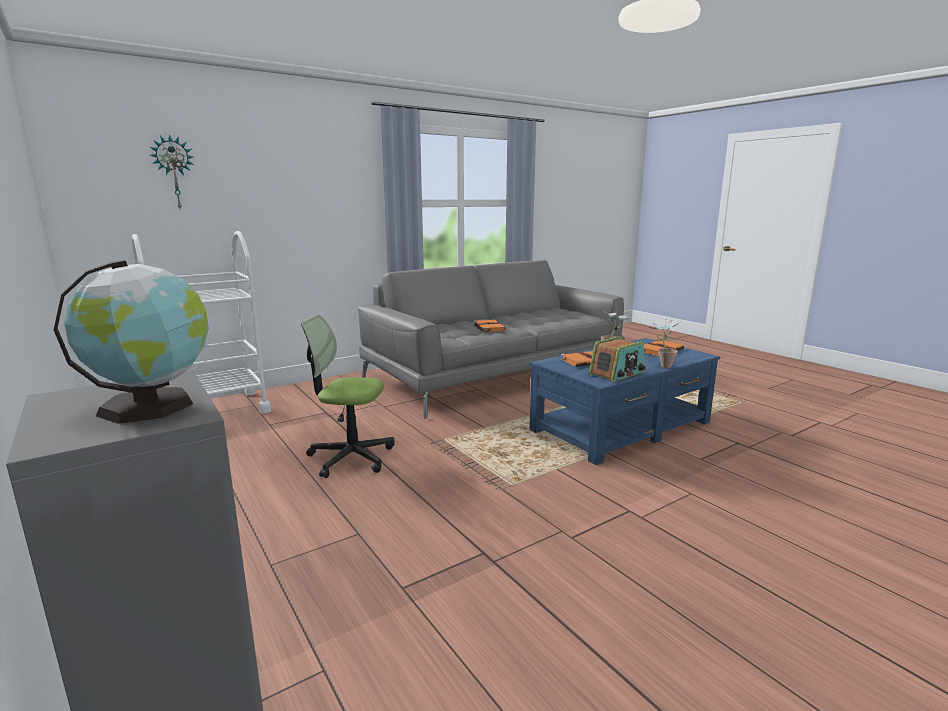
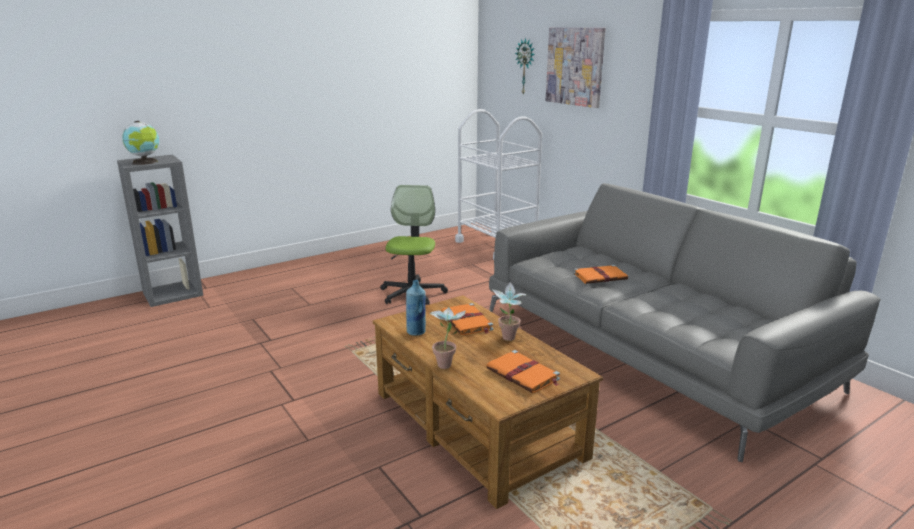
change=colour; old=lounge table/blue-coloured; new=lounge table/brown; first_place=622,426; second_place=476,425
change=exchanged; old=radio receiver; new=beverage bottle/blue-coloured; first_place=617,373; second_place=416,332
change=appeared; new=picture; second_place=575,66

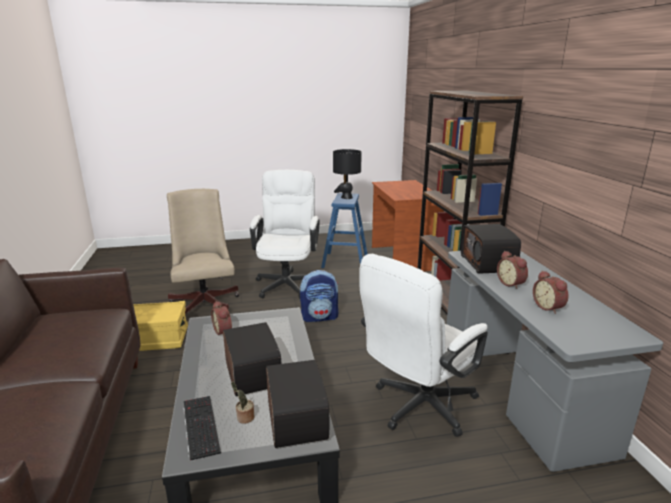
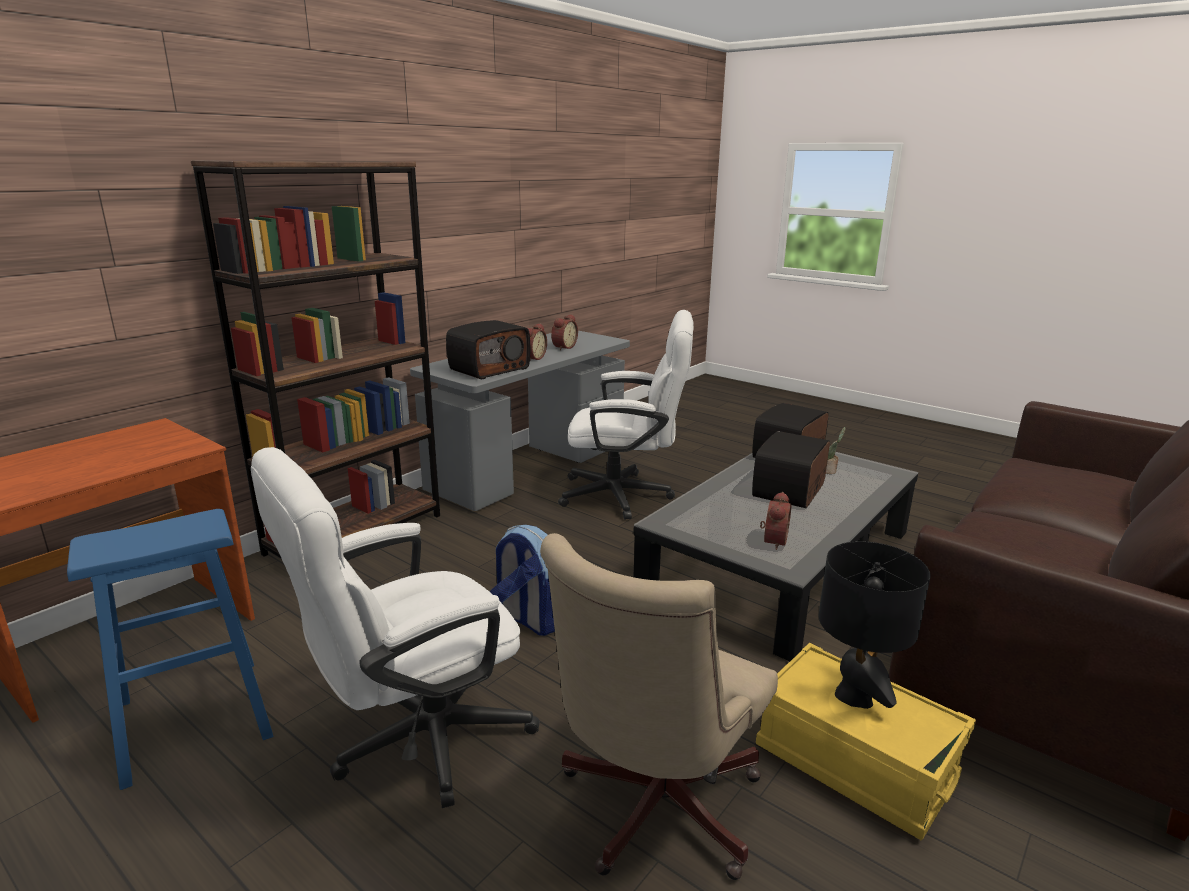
change=missing; old=PC keyboard; first_place=199,426
change=relocated; old=lamp for a table/blackish; first_place=346,197; second_place=854,696

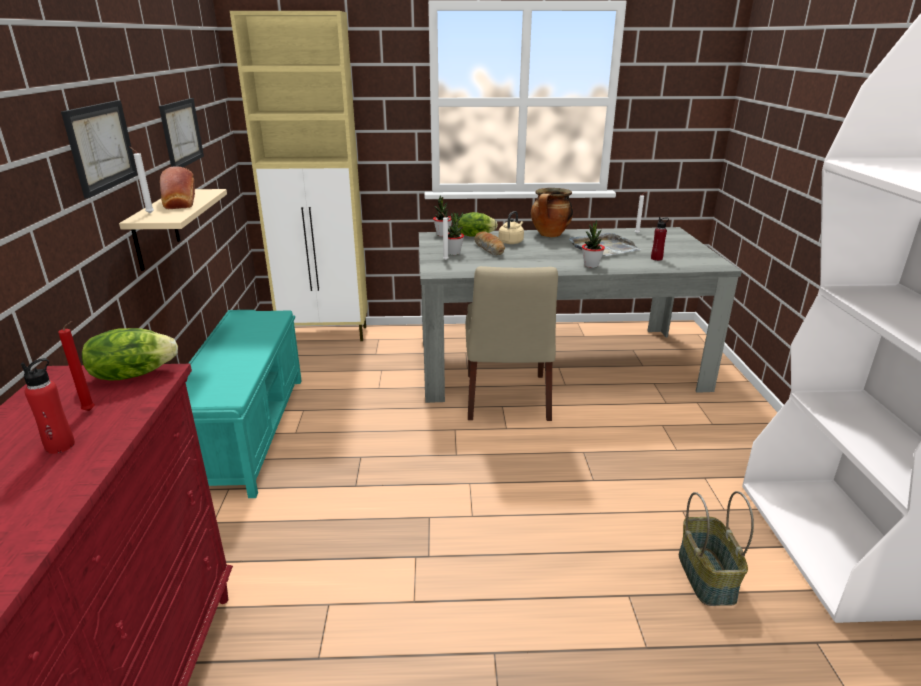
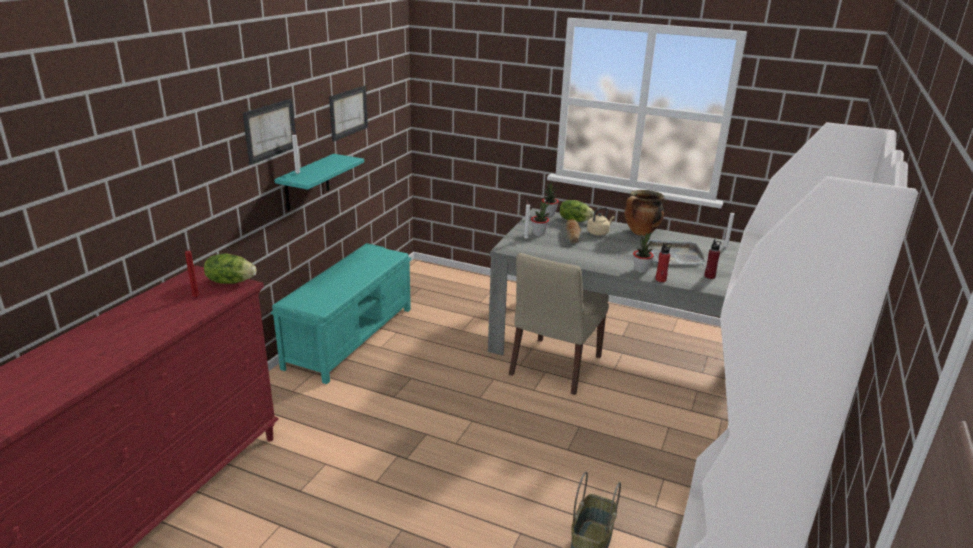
change=relocated; old=beverage bottle/red; first_place=60,446; second_place=660,279
change=colour; old=bracket shelf/beige-coloured; new=bracket shelf/blue-green; first_place=155,230; second_place=307,182
change=missing; old=bread; first_place=180,203
change=missing; old=cupboard/beige-coloured; first_place=326,334

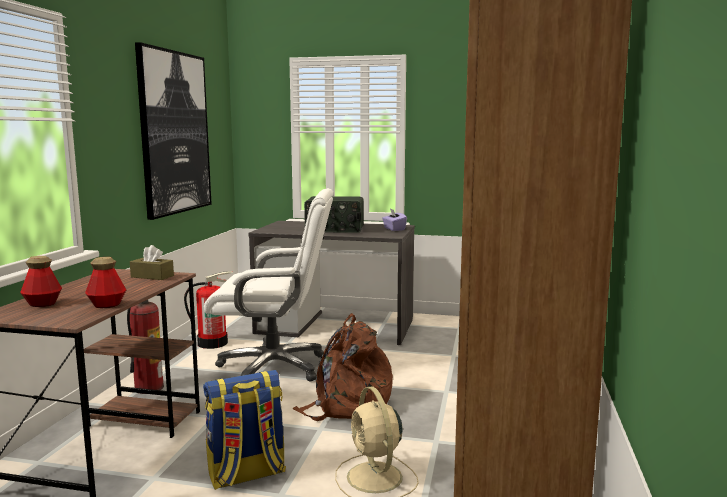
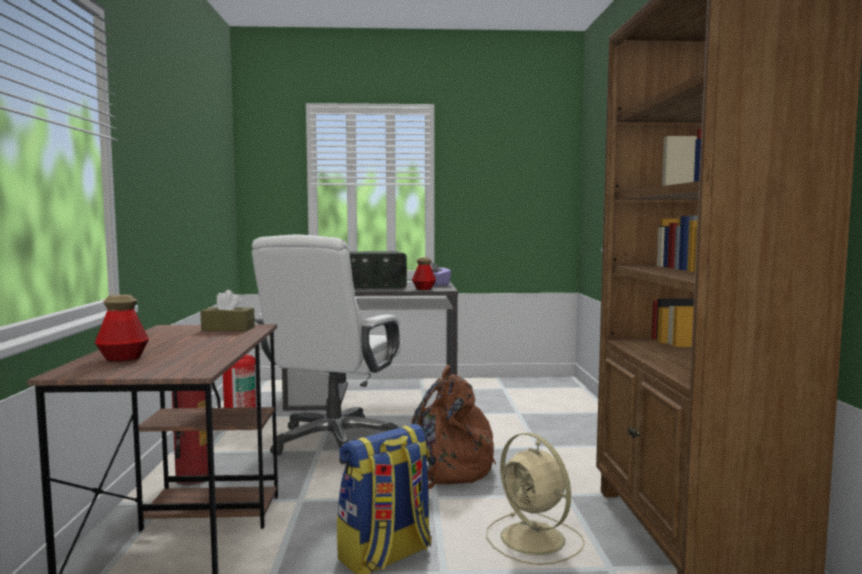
change=relocated; old=beverage bottle; first_place=107,305; second_place=424,289
change=missing; old=picture; first_place=175,133
change=spun; old=desk chair/white-coloured; first_place=274,367; second_place=334,441; degrees=120

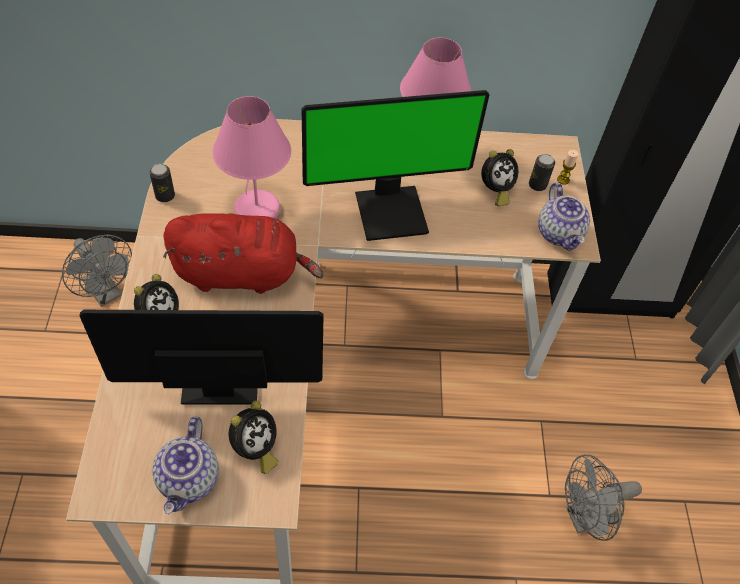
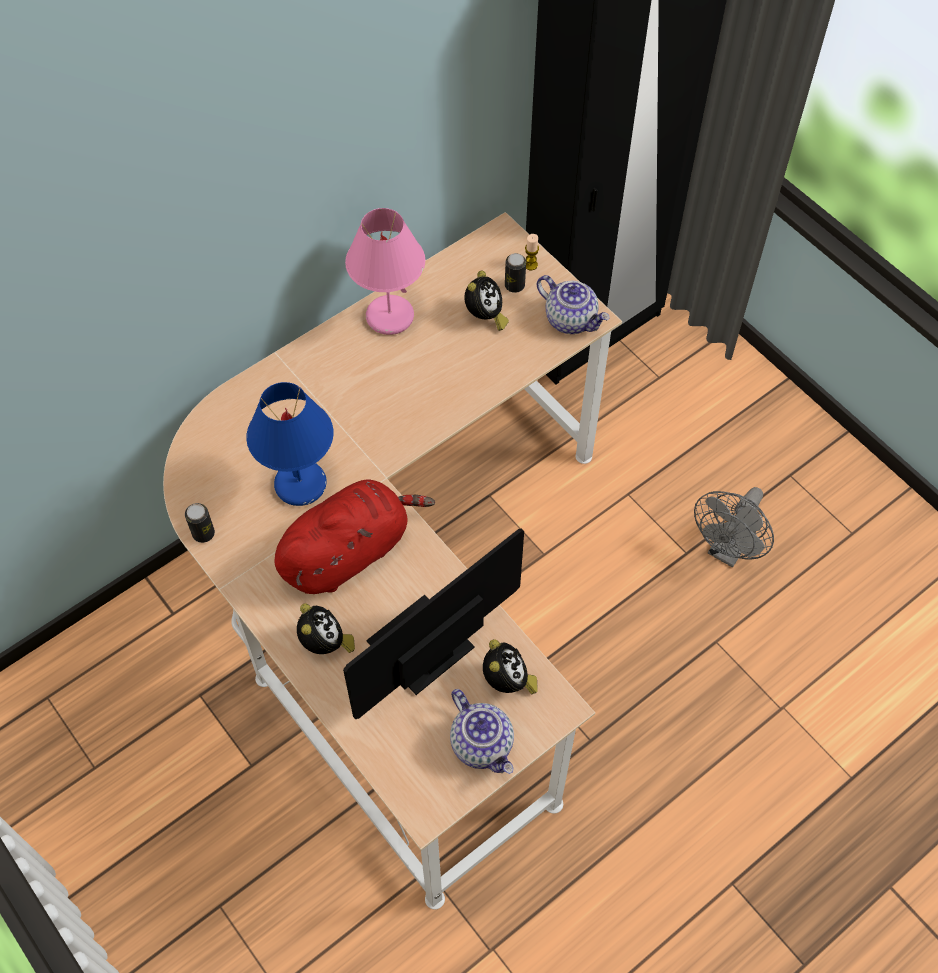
change=missing; old=cooling fan/gray; first_place=106,293
change=colour; old=lamp for a table/pinkish; new=lamp for a table/blue-coloured; first_place=257,210; second_place=301,485
change=missing; old=computer display; first_place=391,211

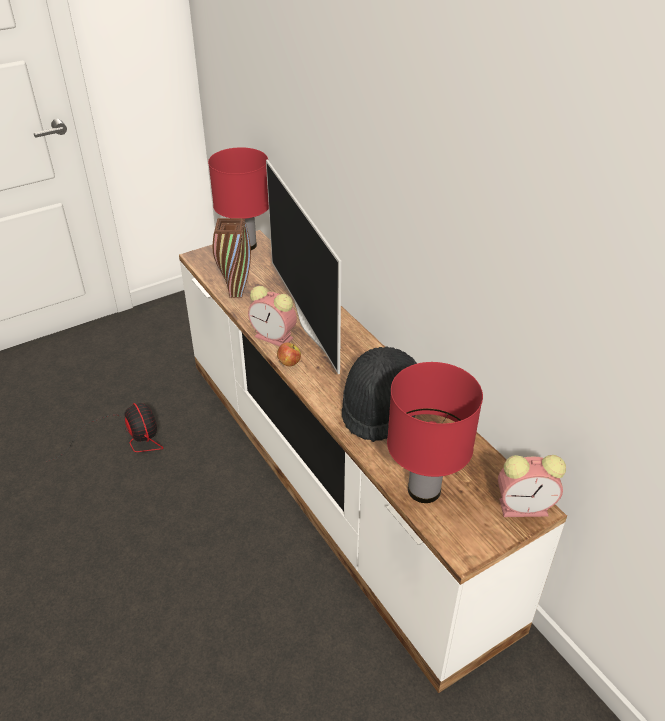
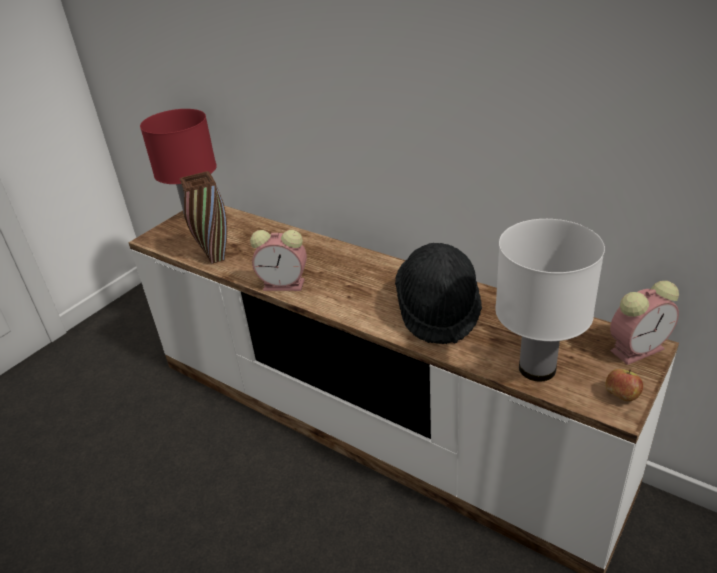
change=missing; old=cooling fan; first_place=125,439
change=missing; old=television; first_place=311,325
change=relocated; old=whole apple; first_place=289,363; second_place=621,396
change=colour; old=lamp for a table/red; new=lamp for a table/white-coloured; first_place=423,491; second_place=537,369

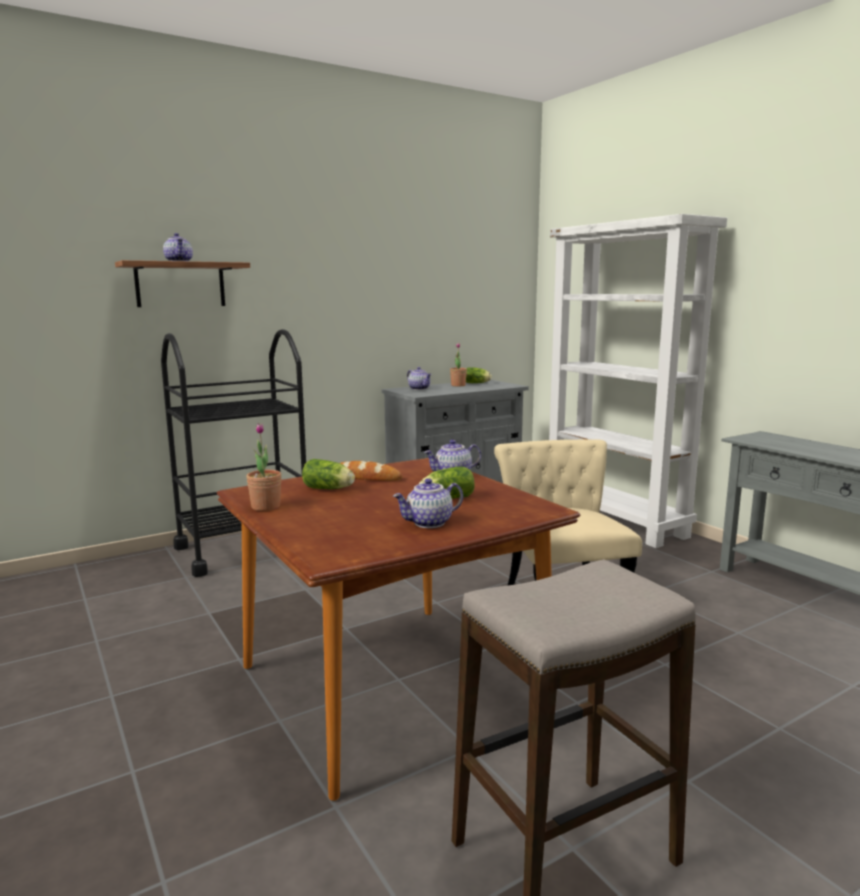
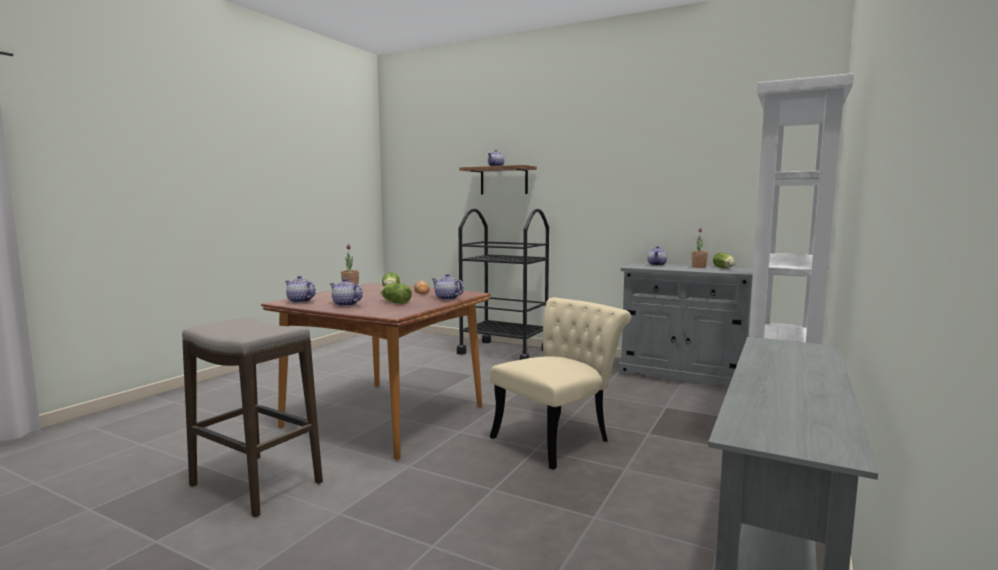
change=appeared; new=pot for tea; second_place=299,301

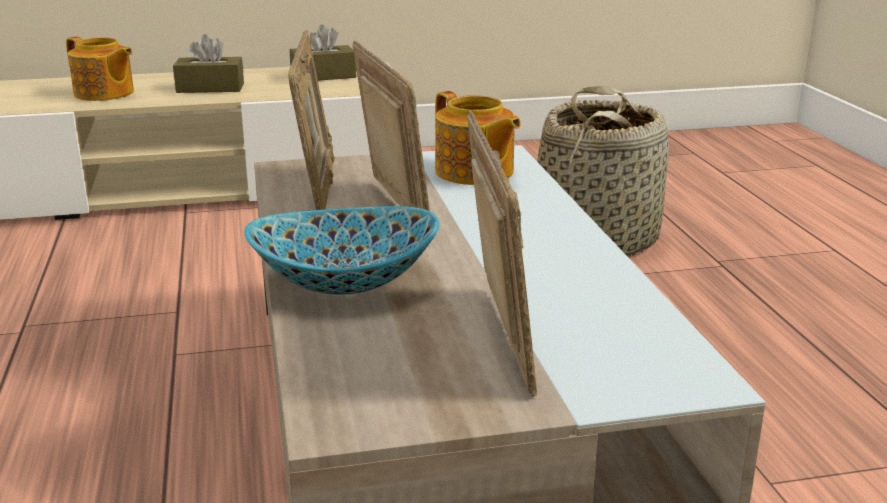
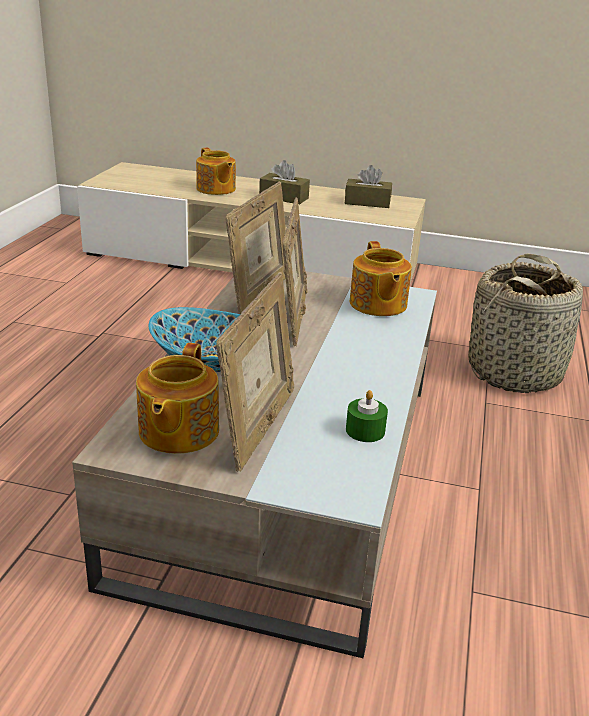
change=appeared; new=pot for tea; second_place=177,432
change=appeared; new=wax candle/green-coloured; second_place=365,430

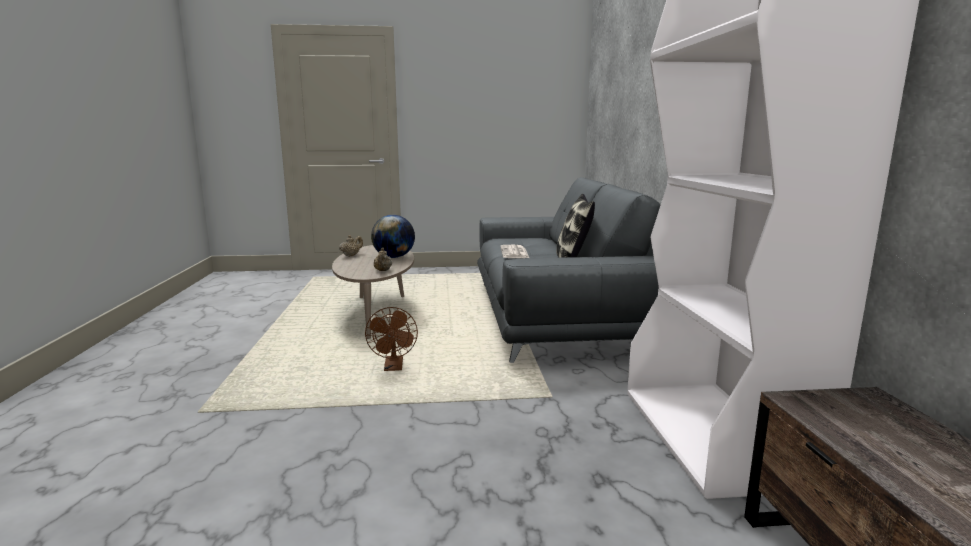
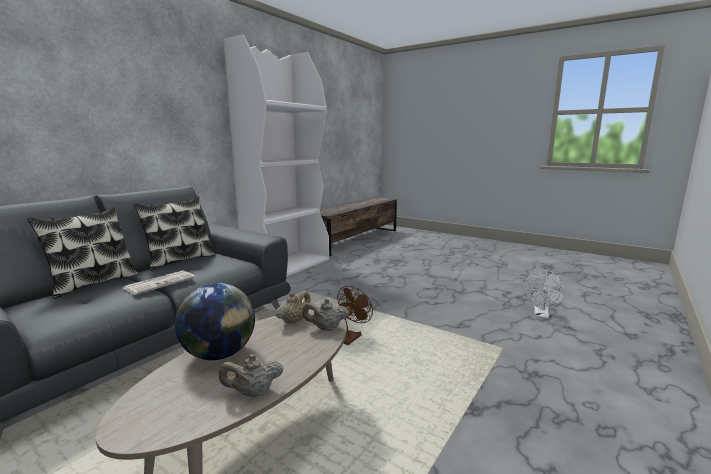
change=appeared; new=pillow; second_place=93,283
change=appeared; new=pot for tea/beige-coloured; second_place=326,328
change=appeared; new=cooling fan/white-coloured; second_place=541,315

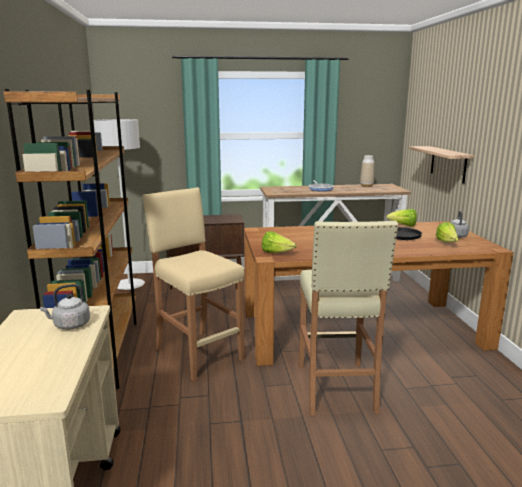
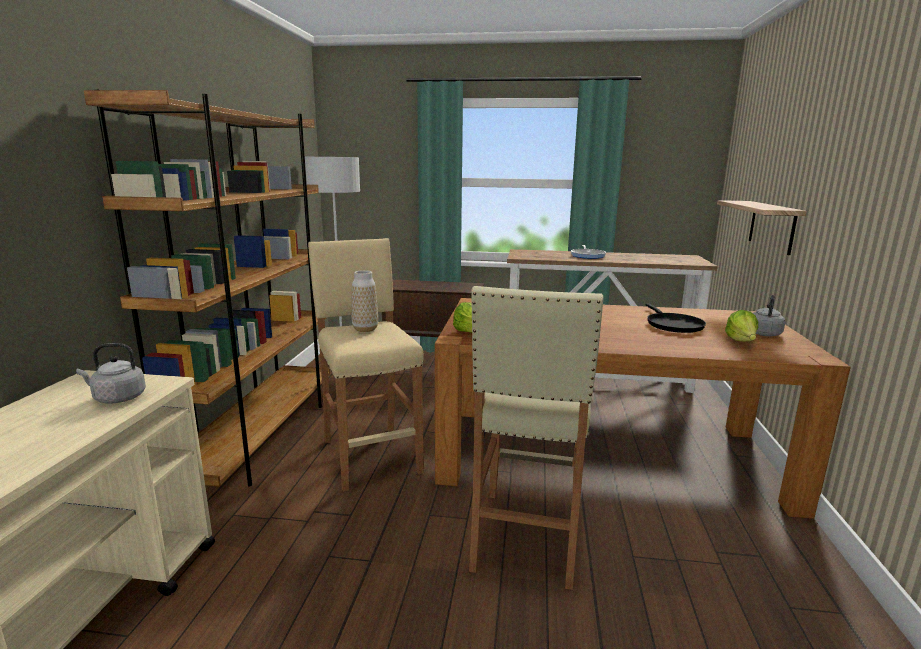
change=relocated; old=vase; first_place=366,186; second_place=365,329
change=missing; old=head of lettuce; first_place=403,226

